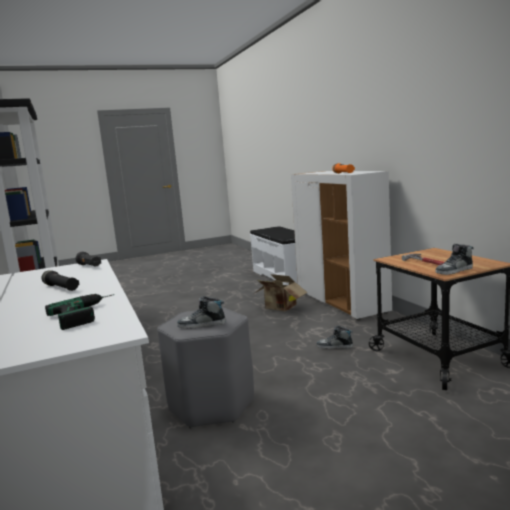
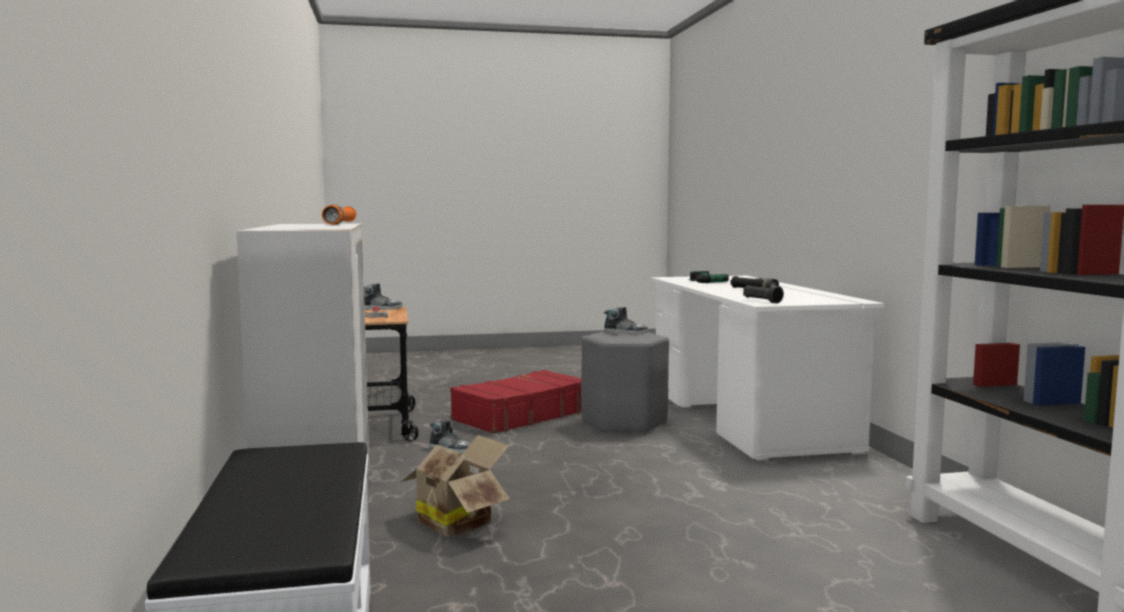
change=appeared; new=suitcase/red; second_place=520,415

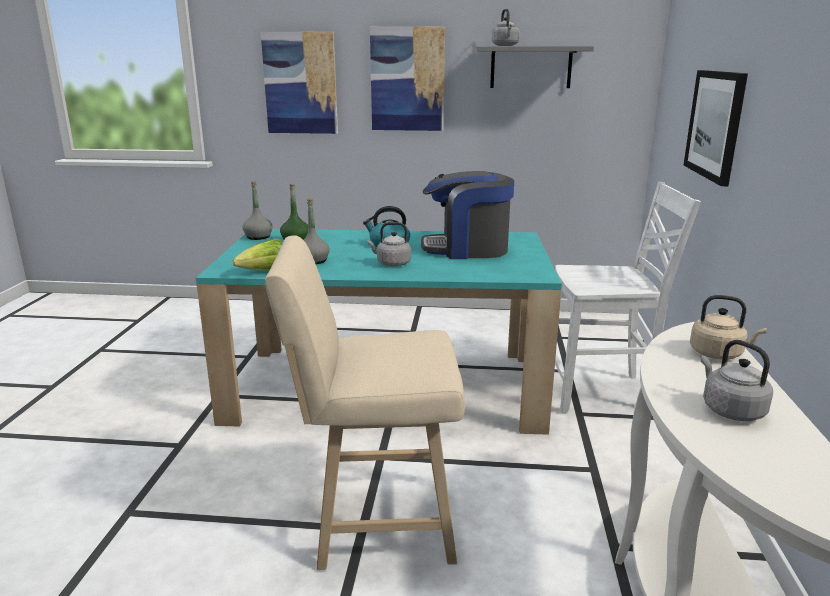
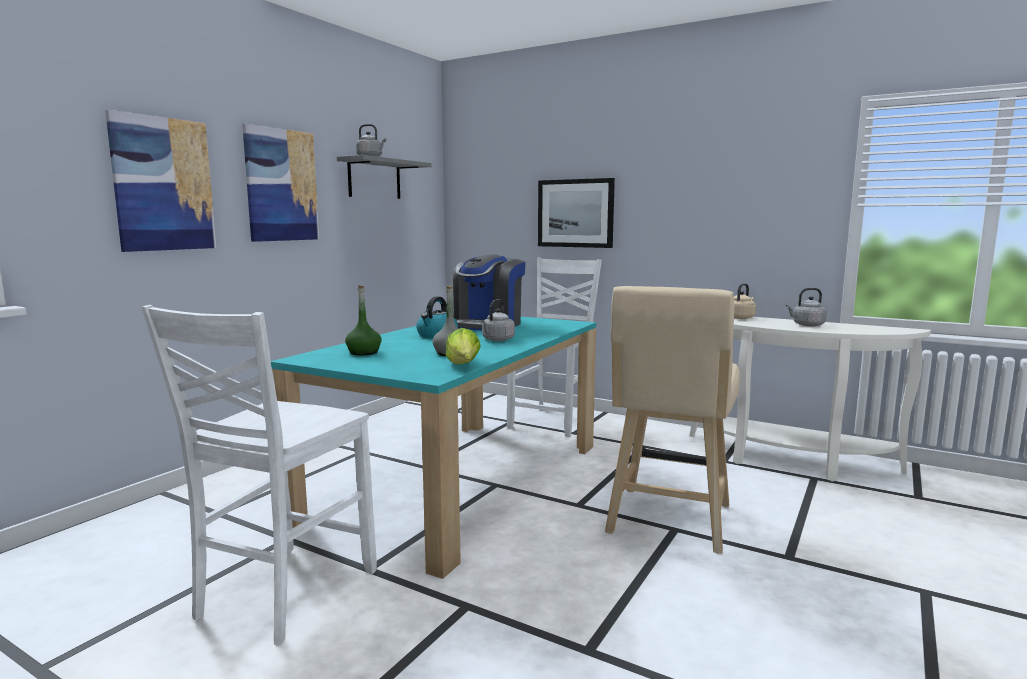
change=missing; old=beverage bottle/gray; first_place=258,237
change=appeared; new=upright chair/white-coloured; second_place=283,594

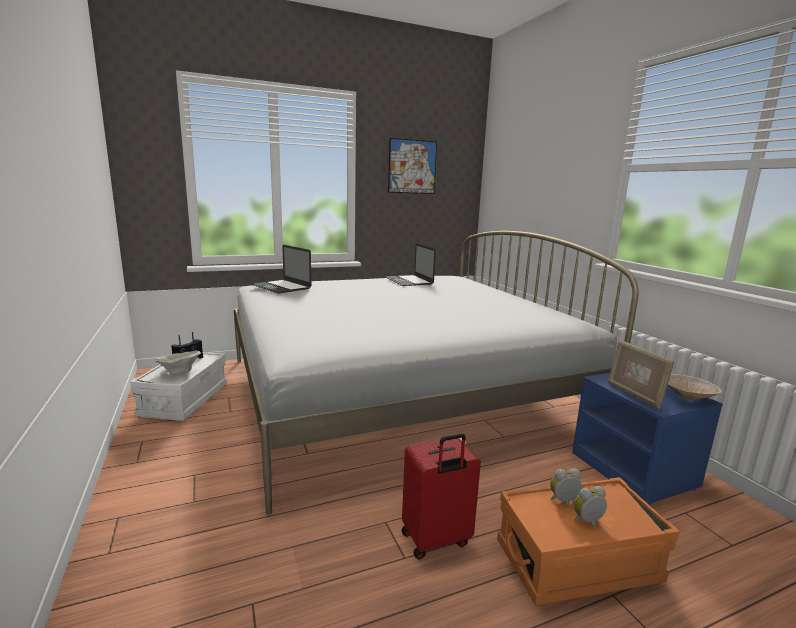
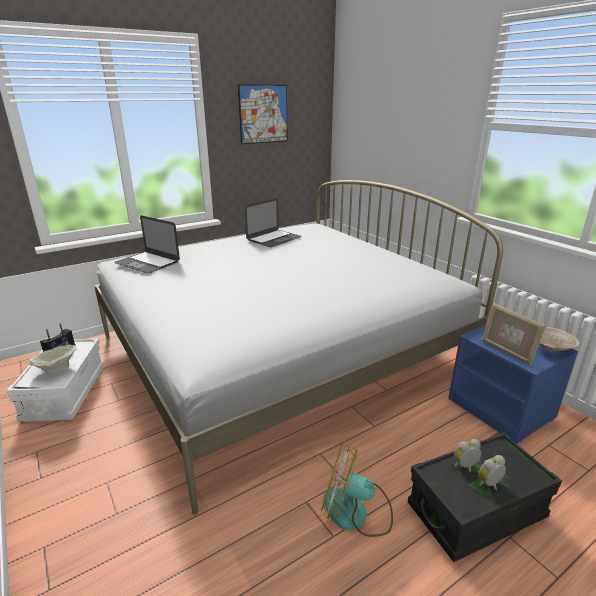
change=spun; old=portable computer; first_place=409,281; second_place=274,238; degrees=-105
change=exchanged; old=suitcase/red; new=cooling fan; first_place=436,540; second_place=355,512
change=colour; old=storage container/orange; new=storage container/blackish; first_place=576,562; second_place=475,511

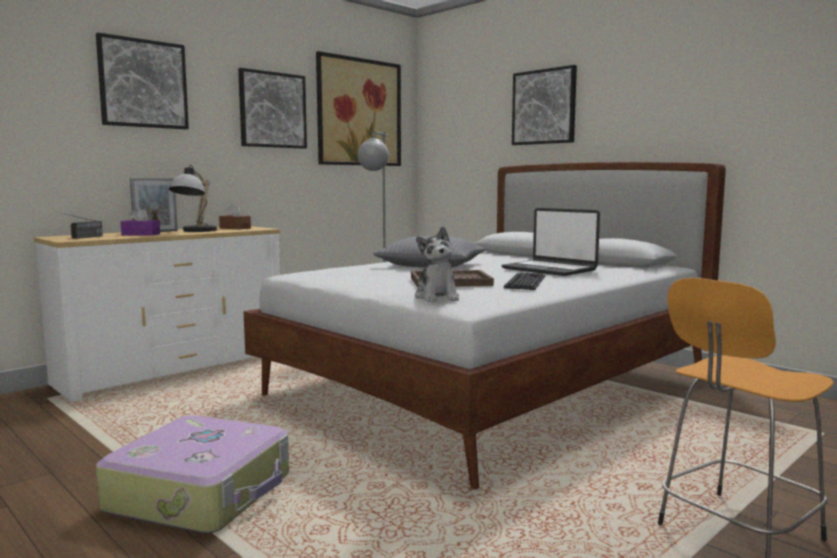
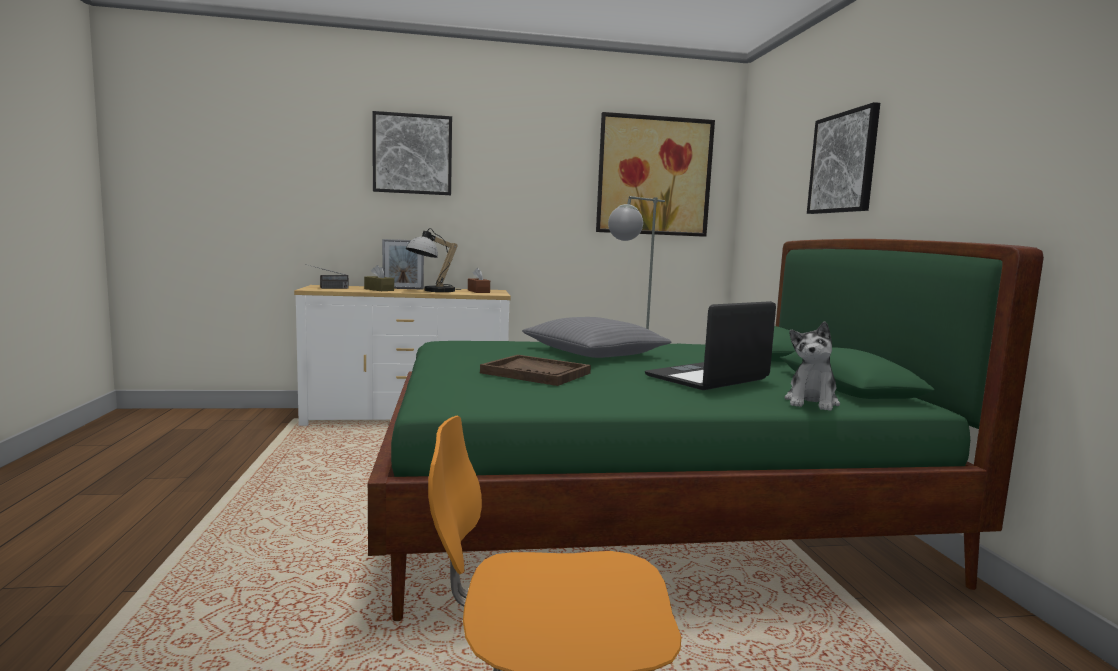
change=missing; old=suitcase; first_place=202,492
change=colour; old=box of tissues/purple; new=box of tissues/brown; first_place=141,234; second_place=379,289
change=missing; old=picture; first_place=272,110
change=colour; old=sleeping bed/white-coloured; new=sleeping bed/green-coloured; first_place=492,386; second_place=641,511
change=relocated; old=soft toy; first_place=437,297; second_place=812,402
change=spun; old=portable computer; first_place=549,269; second_place=708,378; degrees=60
change=missing; old=PC keyboard; first_place=524,282

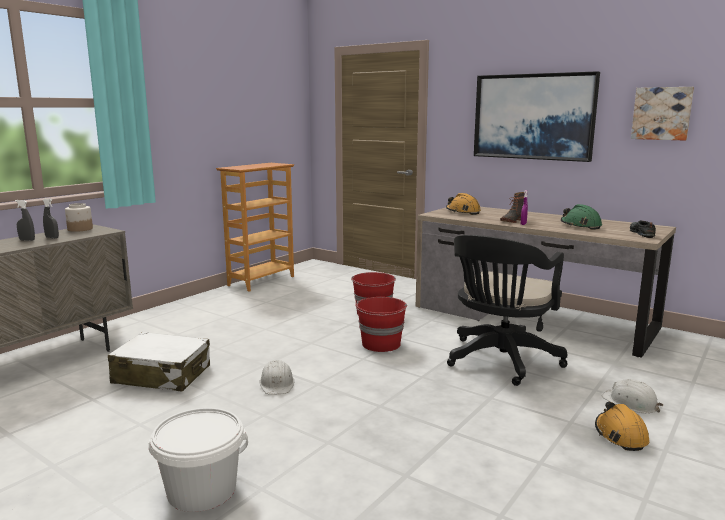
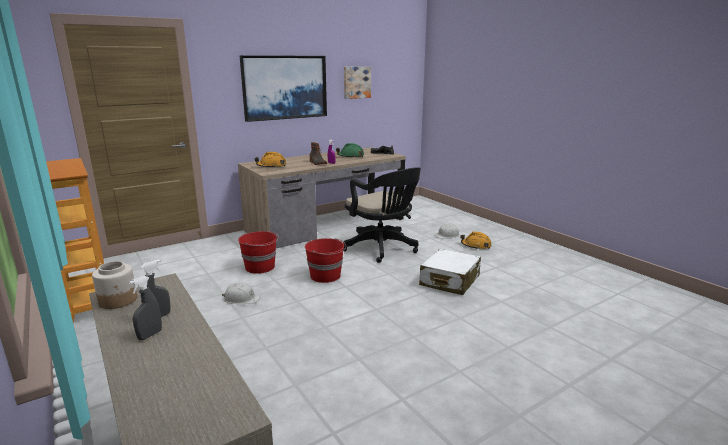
change=relocated; old=suitcase/white-coloured; first_place=162,375; second_place=449,281
change=missing; old=water bucket/white-coloured; first_place=202,490
change=relocated; old=work helmet/white-coloured; first_place=277,384; second_place=241,299

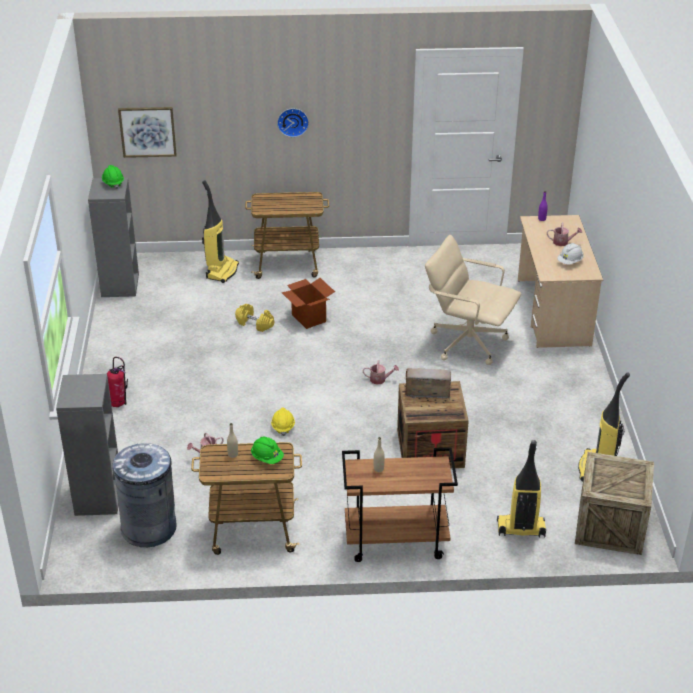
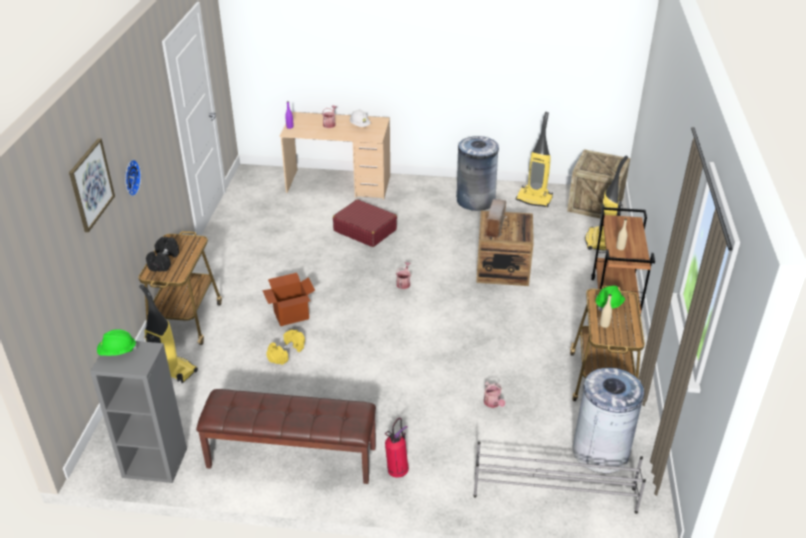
change=exchanged; old=bookshelf/gray; new=shoe rack/gray; first_place=98,497; second_place=553,492
change=relocated; old=picture; first_place=147,131; second_place=91,184
change=missing; old=work helmet/yellowish; first_place=283,427
change=exchanged; old=desk chair/beige-coloured; new=suitcase/red; first_place=467,342; second_place=365,230
change=appeared; new=free weight/blackish; second_place=163,261
change=appeared; new=bench/brown; second_place=291,457
change=appeared; new=waste bin/gray; second_place=475,200

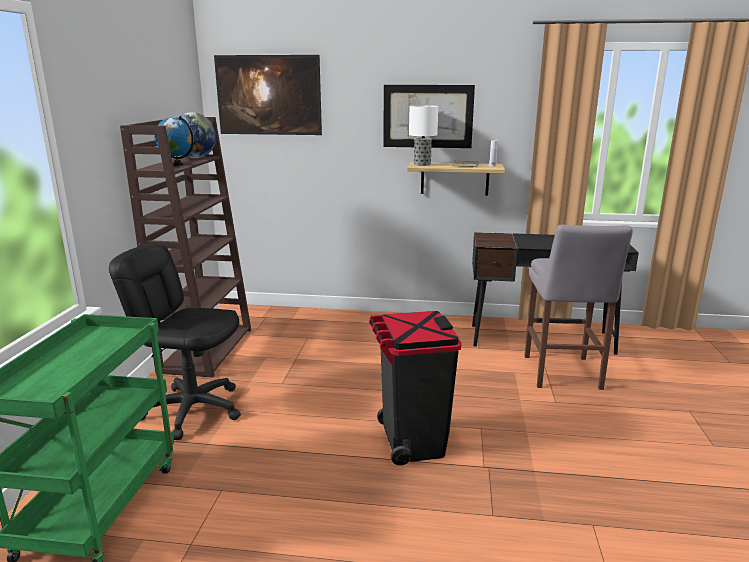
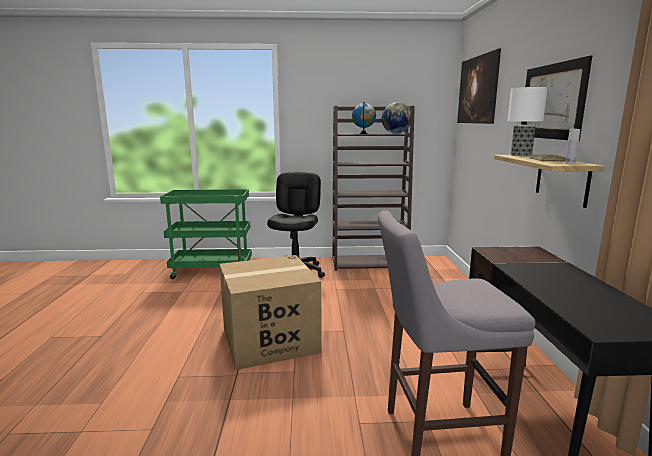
change=exchanged; old=waste bin/blackish; new=packing box; first_place=412,442; second_place=269,340

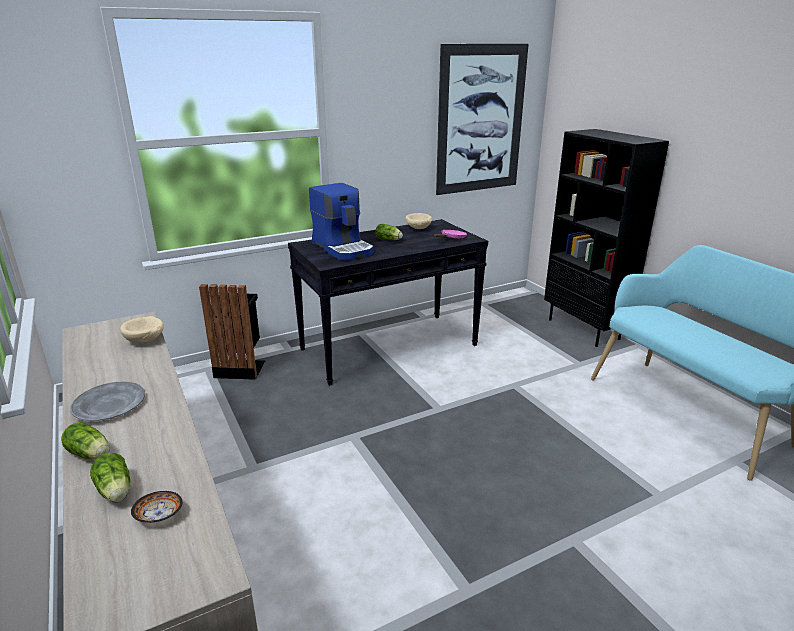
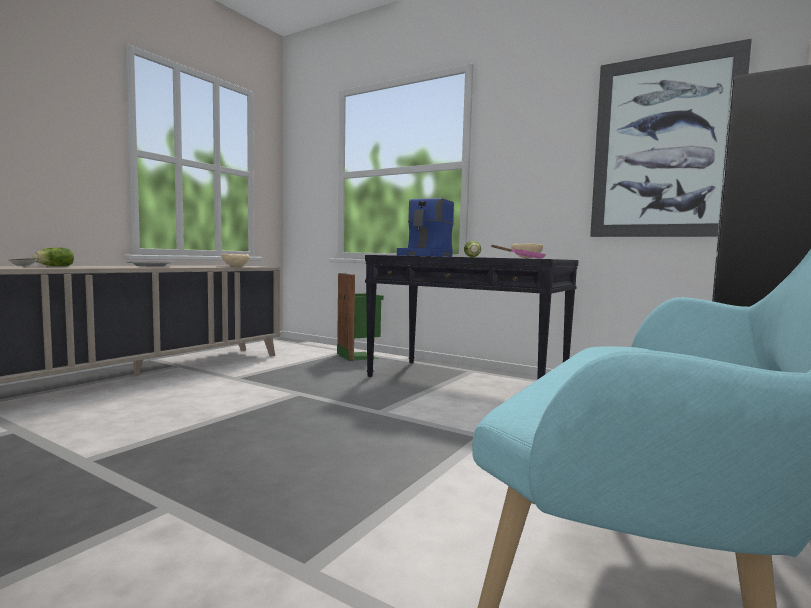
change=missing; old=head of lettuce; first_place=91,454
change=colour; old=waste bin/blackish; new=waste bin/green-coloured; first_place=240,367; second_place=359,355

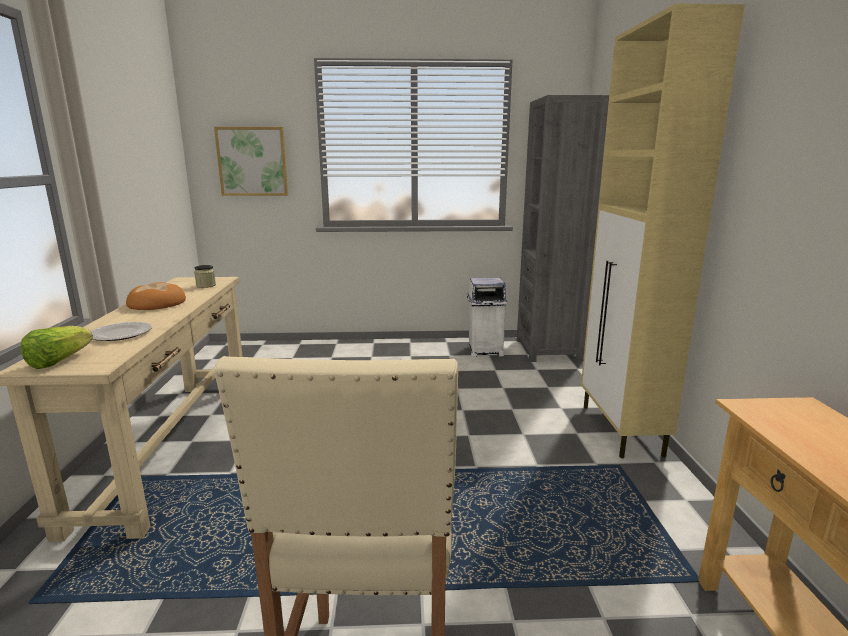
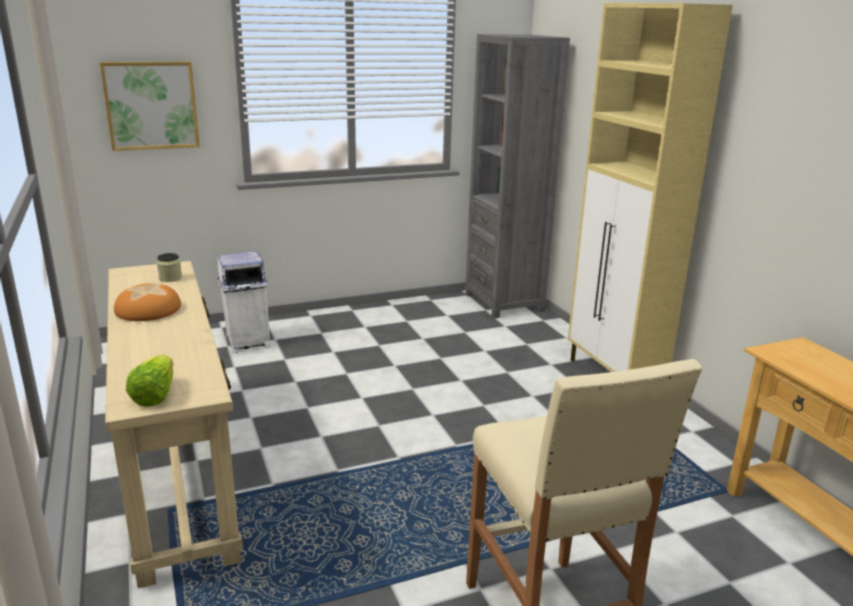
change=missing; old=plate; first_place=120,334
change=relocated; old=waste bin/white-coloured; first_place=484,351; second_place=247,342

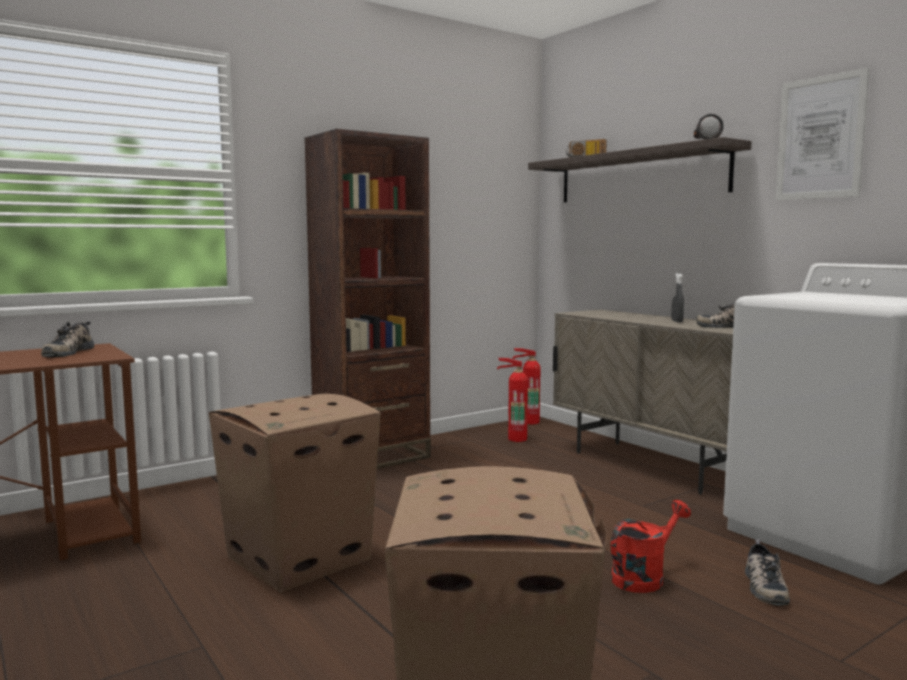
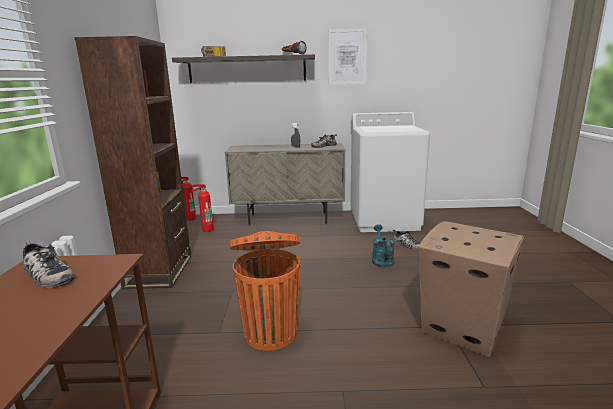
change=exchanged; old=packing box; new=waste bin/orange; first_place=300,558; second_place=270,332
change=colour; old=sprinkling can/red; new=sprinkling can/blue-green; first_place=643,577; second_place=381,260

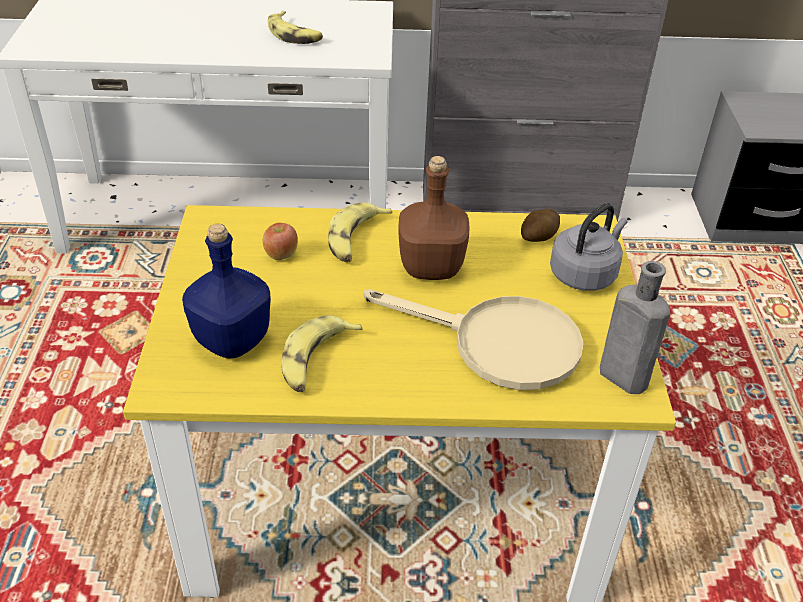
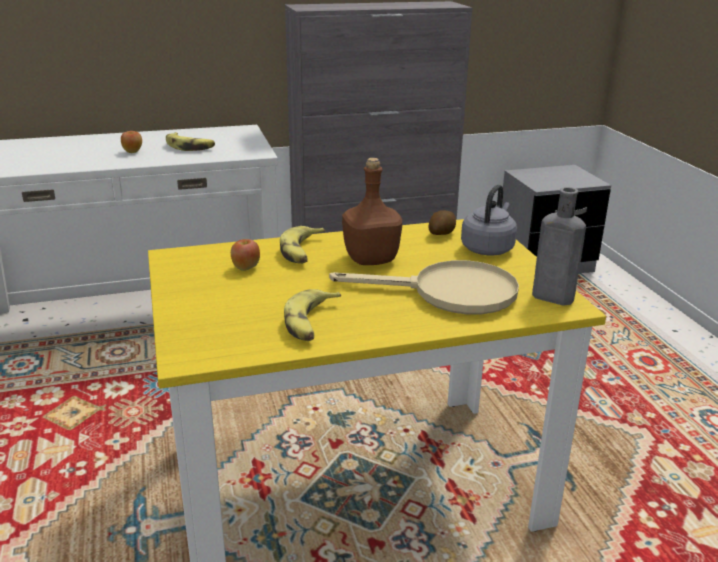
change=missing; old=beverage bottle/blue-coloured; first_place=233,339
change=appeared; new=whole apple; second_place=133,152

